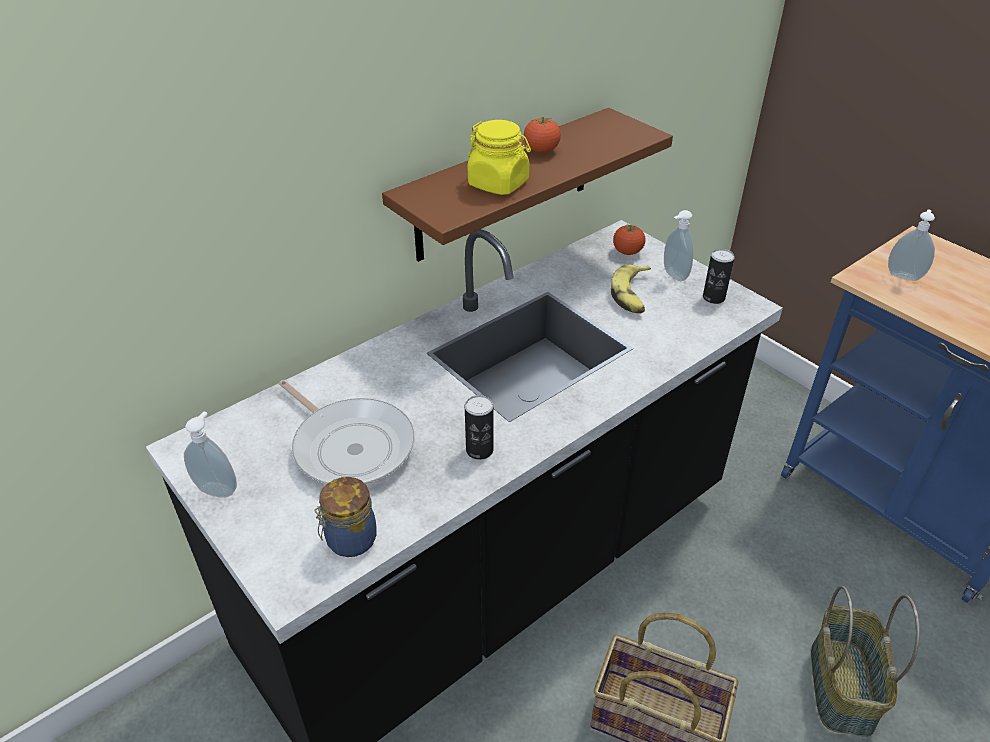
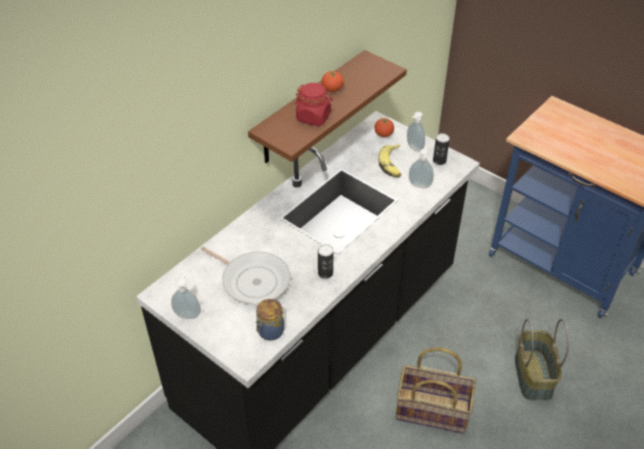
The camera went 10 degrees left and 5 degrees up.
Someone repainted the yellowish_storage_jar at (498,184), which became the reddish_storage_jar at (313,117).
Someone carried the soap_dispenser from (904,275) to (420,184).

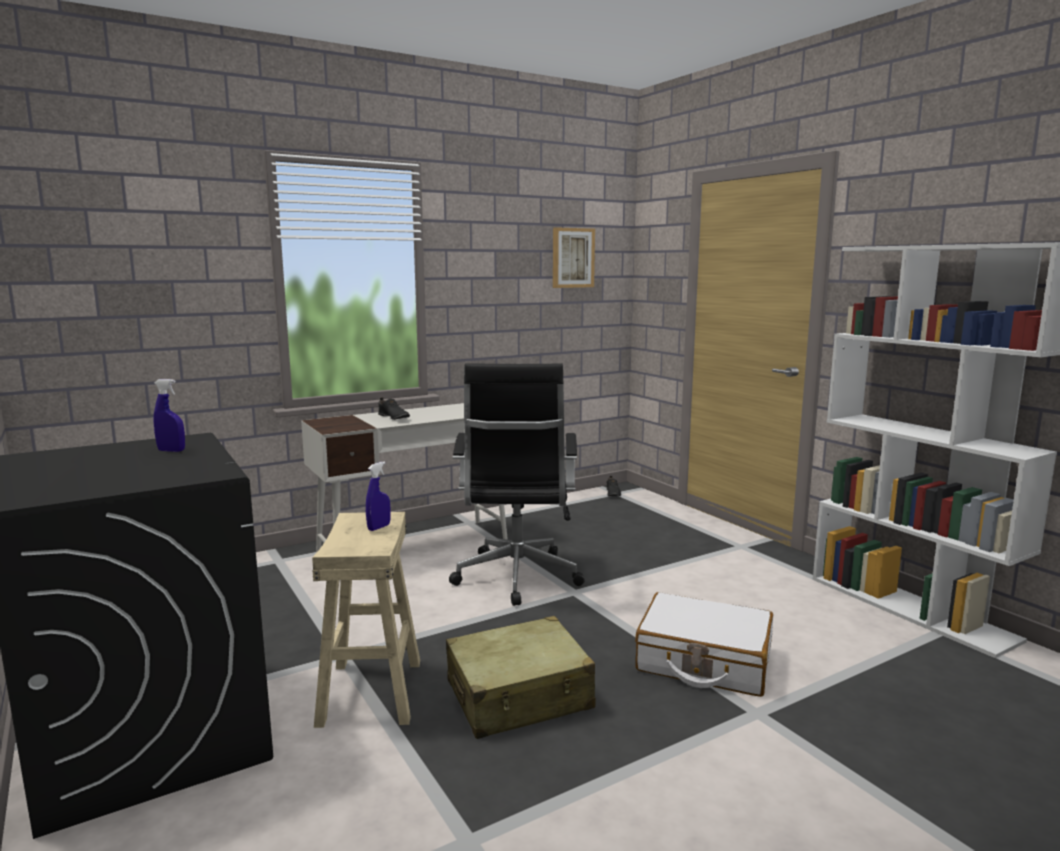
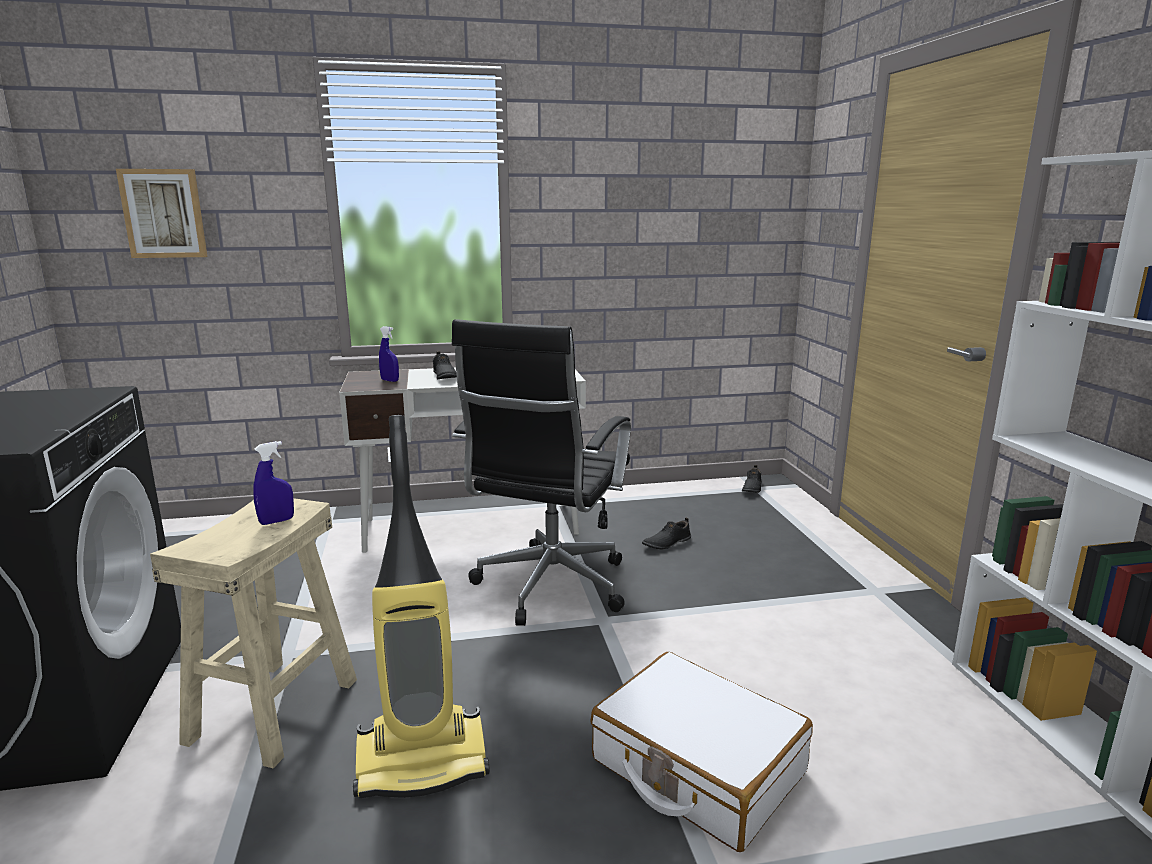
The camera went 20 degrees right and 5 degrees up.
Someone carried the wall_picture from (572,258) to (164,213).
Someone carried the blue-coloured_hand_sprayer from (171,451) to (390,380).
Someone swapped the beige-coloured_piece_of_luggage at (519,696) for the hoover at (423,760).
Someone put down the black_item_of_footwear at (666,543).

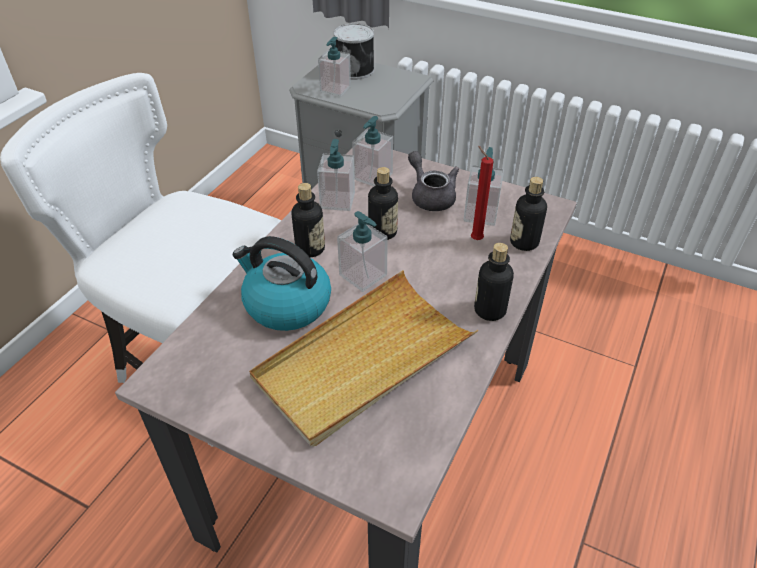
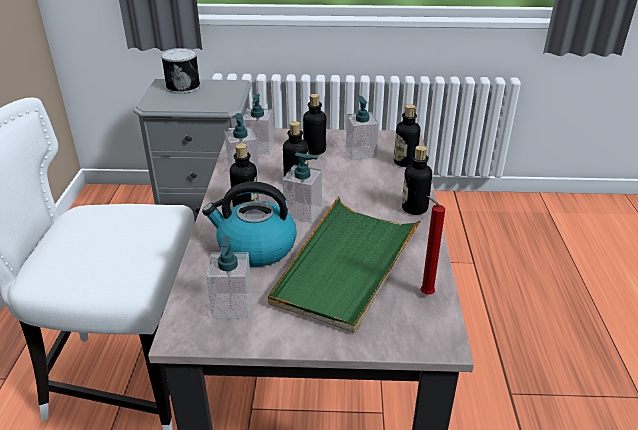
The camera went 25 degrees left and 10 degrees down.
Someone carried the soap_dispenser from (335,89) to (232,306).
Someone carried the reddish_wax_candle from (474,239) to (424,293).
Someone swapped the grey_teapot at (430,196) for the drink_bottle at (314,150).
Someone repainted the beige-coloured_tray at (363,360), which became the green_tray at (347,265).

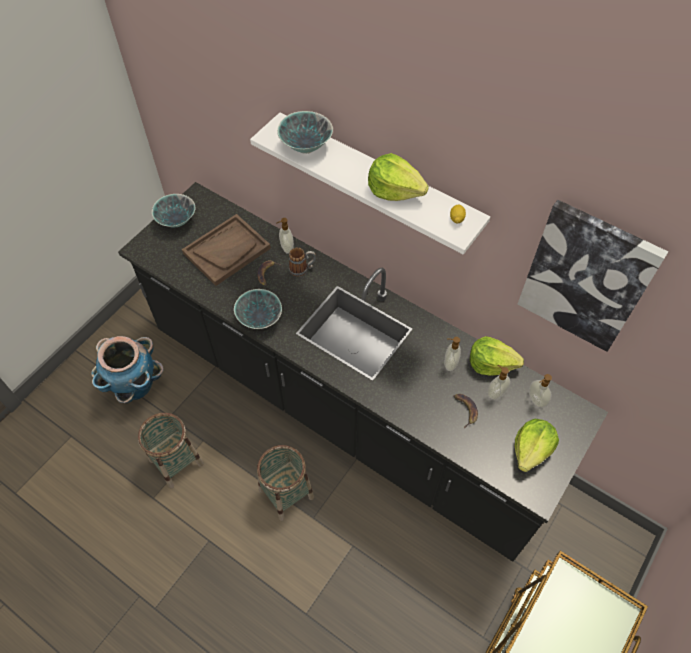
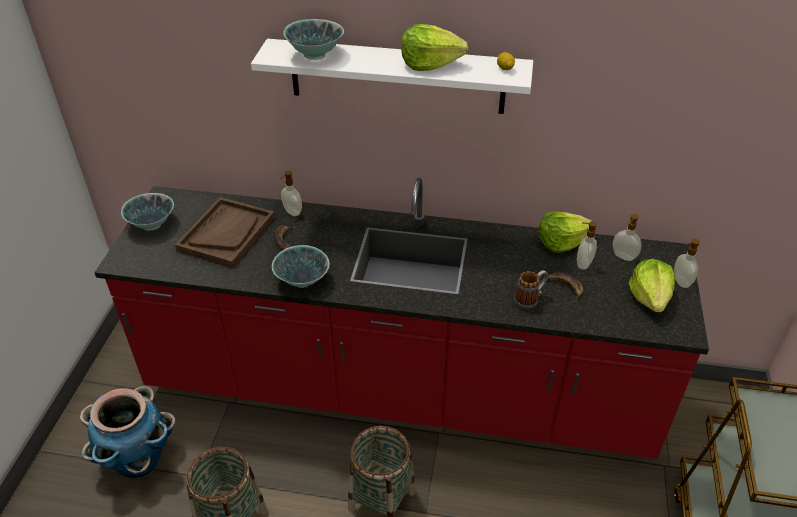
The camera went 25 degrees left and 15 degrees down.
Someone repainted the black_counter at (345,408), which became the reddish_counter at (398,390).
Someone took away the wall_picture at (586,277).
Someone carried the mug from (302,269) to (530,299).
Someone carried the soap_dispenser from (449,364) to (680,282).

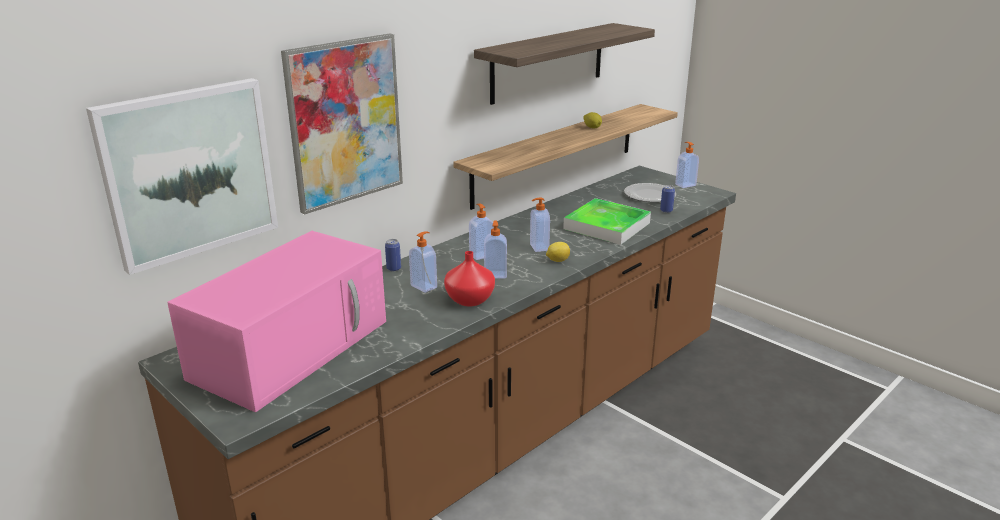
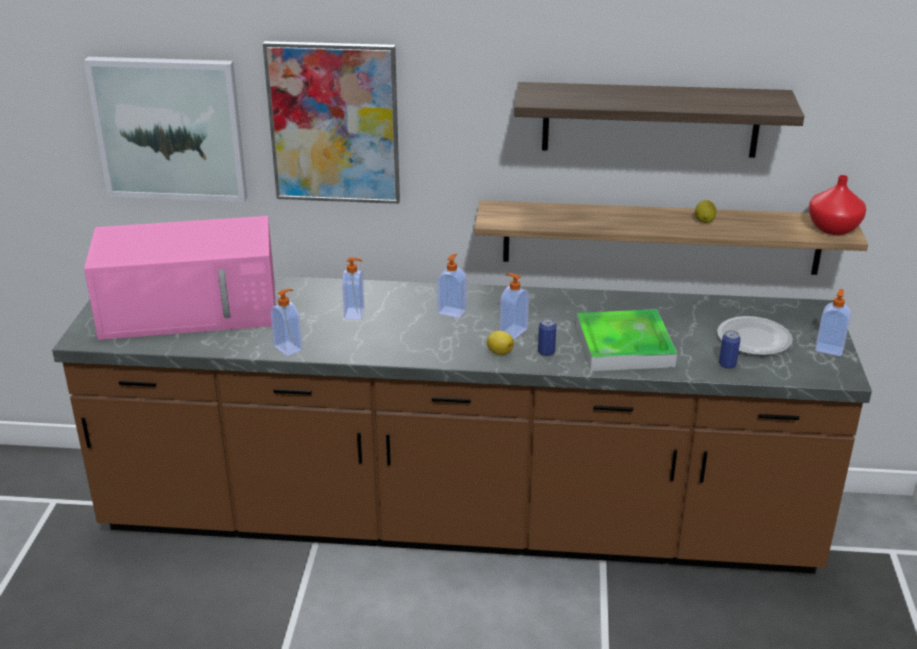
The camera went 50 degrees right and 5 degrees up.
Someone carried the soap_dispenser from (495,274) to (289,348).
Someone carried the metal_can from (393,268) to (546,352).
Someone carried the reddish_vase from (470,299) to (834,228).

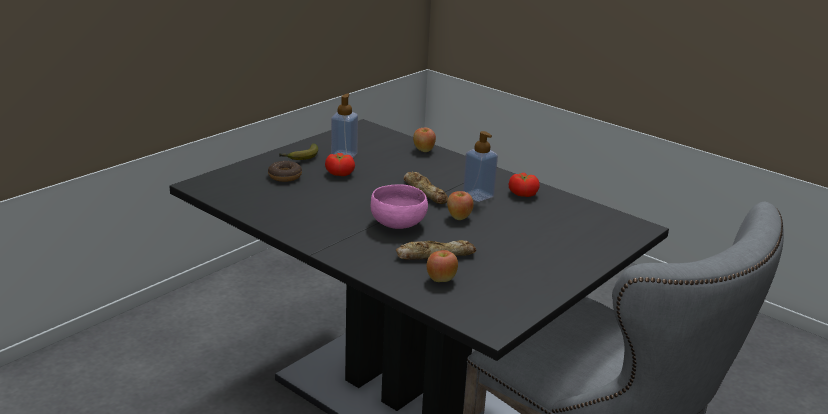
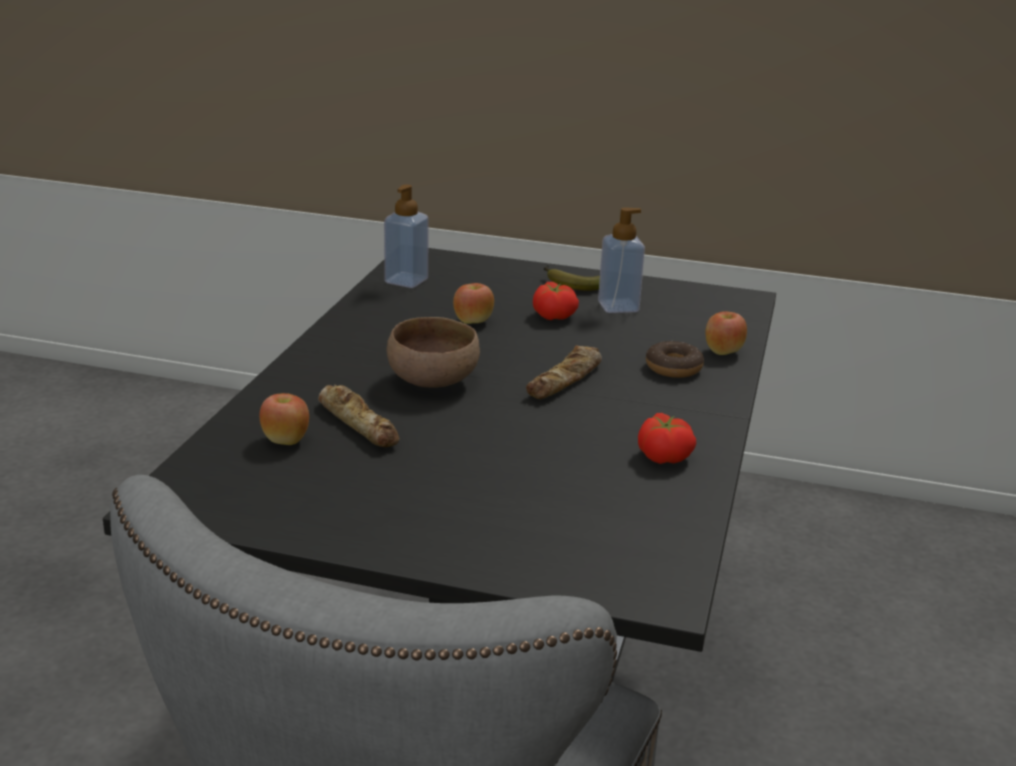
The camera went 65 degrees right and 0 degrees up.
Someone carried the soap_dispenser from (478,196) to (406,281).
Someone carried the ring_doughnut from (285,176) to (673,368).
Someone repainted the pink-coloured_deep_dish at (399,224), which became the brownish_deep_dish at (435,382).
Someone carried the whole_apple from (458,217) to (473,322).

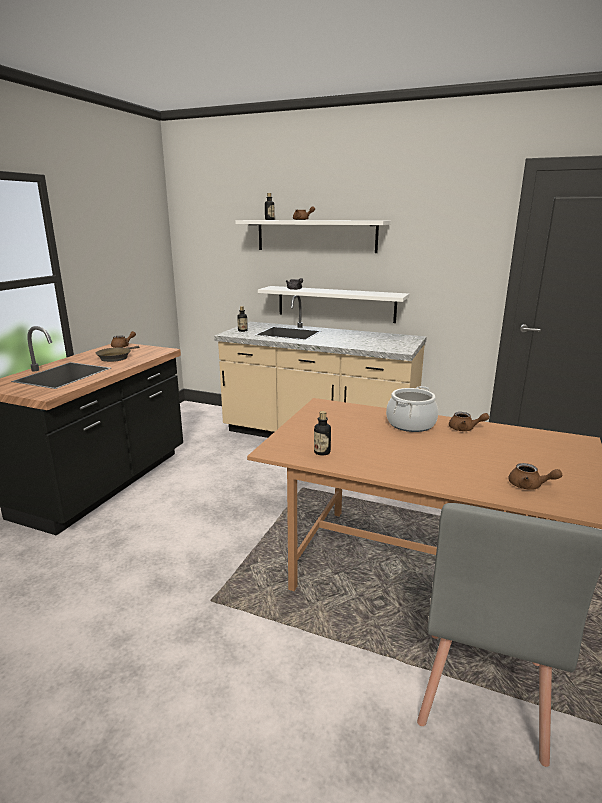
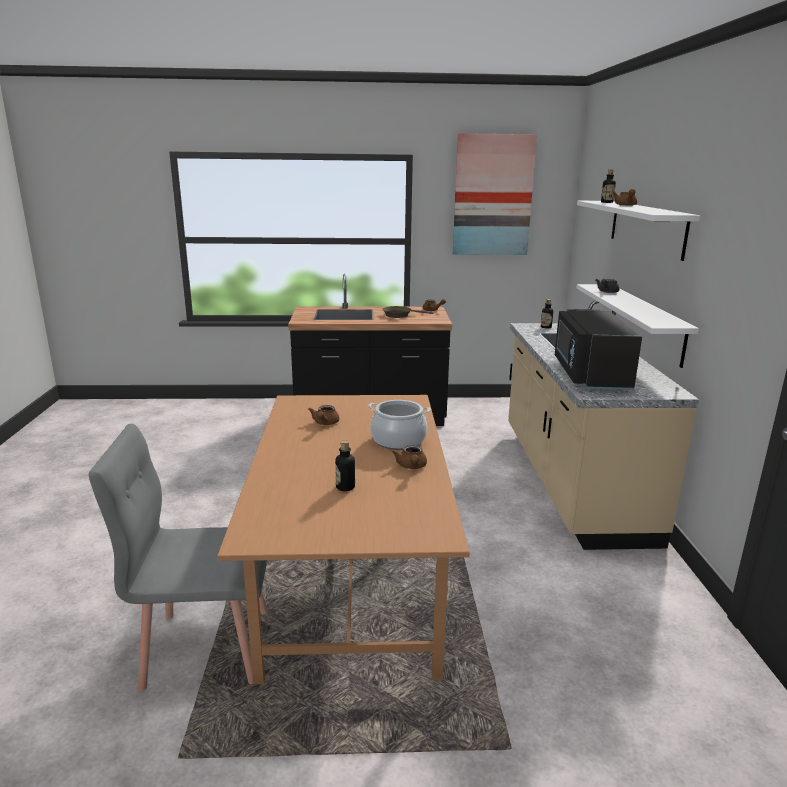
The camera went 65 degrees right and 0 degrees up.
Someone carried the drink_bottle from (322,452) to (345,487).
Someone carried the brownish_teapot from (529,486) to (324,423).
Someone put up the wall_picture at (492,195).
Someone put down the black_kitchen_microwave at (589,374).

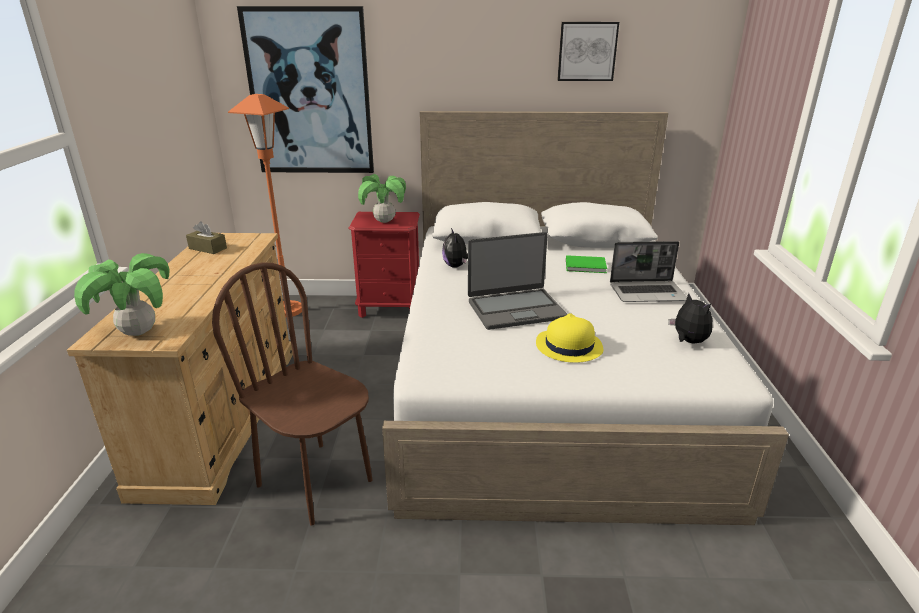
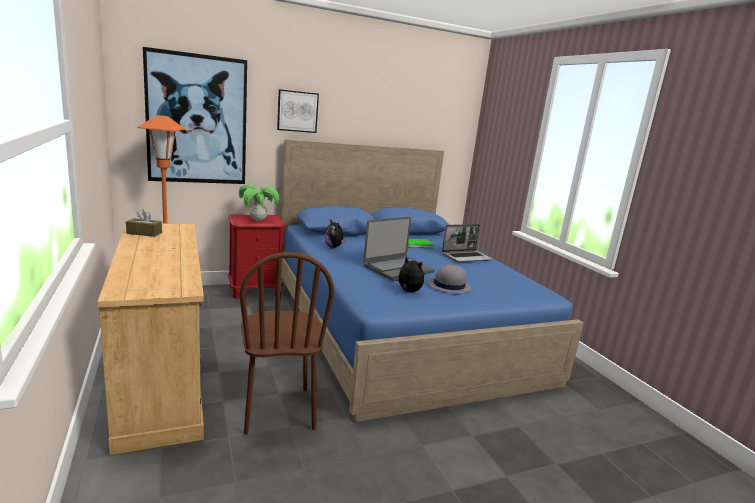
The camera went 25 degrees left and 10 degrees down.
Someone carried the wall_picture from (587,51) to (297,111).
Someone repainted the white-coloured_bed at (547,380), which became the blue-coloured_bed at (400,326).
Someone took away the houseplant at (138,332).
Someone rotated the brownish_upright_chair at (316,482) by 120 degrees counterclockwise.
Someone carried the plush_toy from (688,341) to (408,291).
Someone repainted the yellowish_hat at (568,346), which became the grey_hat at (448,286).

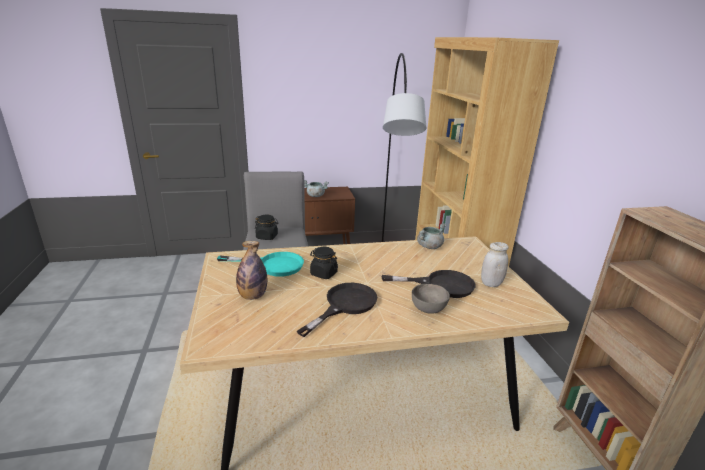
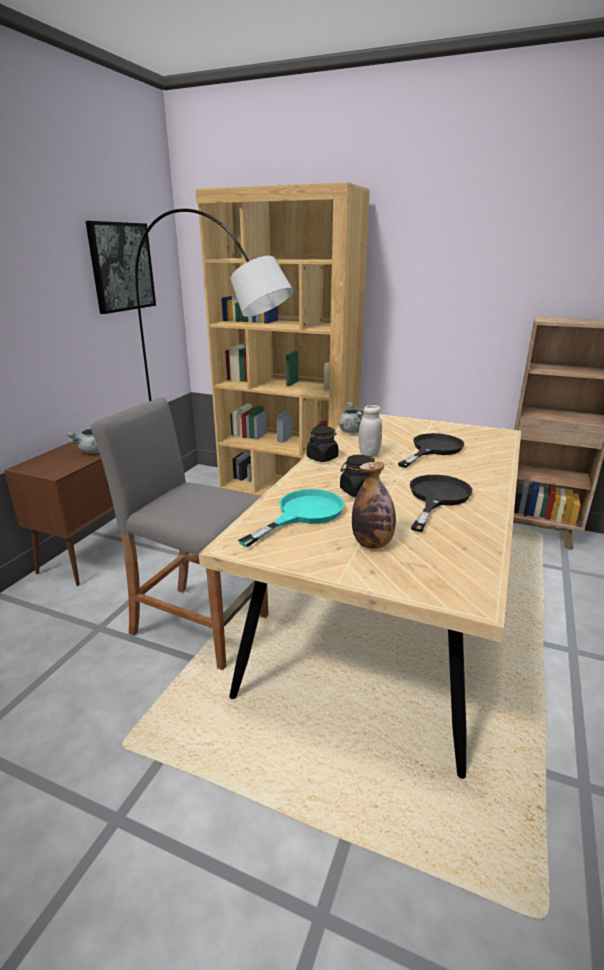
The camera went 55 degrees left and 0 degrees up.
Someone carried the black_storage_jar from (267,237) to (322,457).
Someone carried the white-coloured_storage_jar from (491,283) to (369,454).
Someone rotated the black_pan at (345,305) by 45 degrees clockwise.
Someone took away the grey_deep_dish at (429,309).
Someone put up the wall_picture at (121,267).

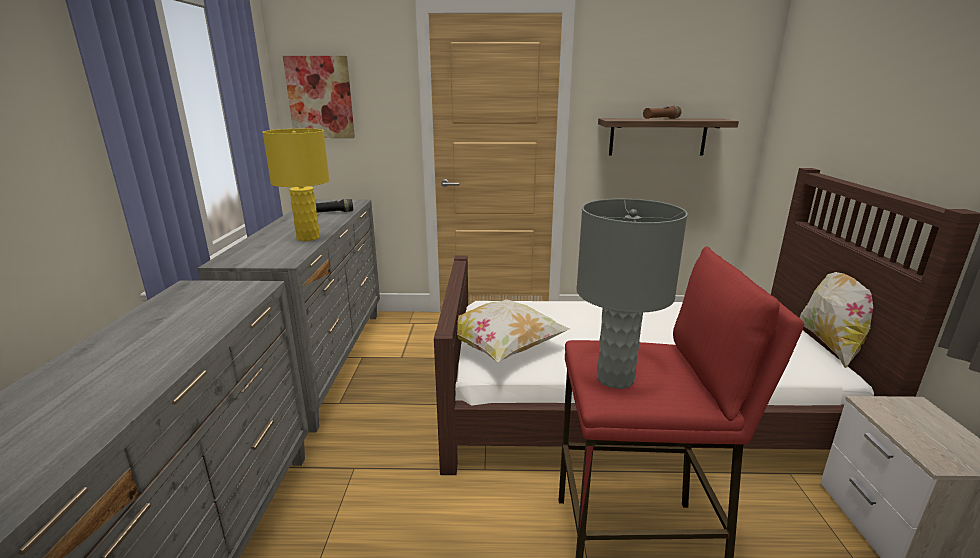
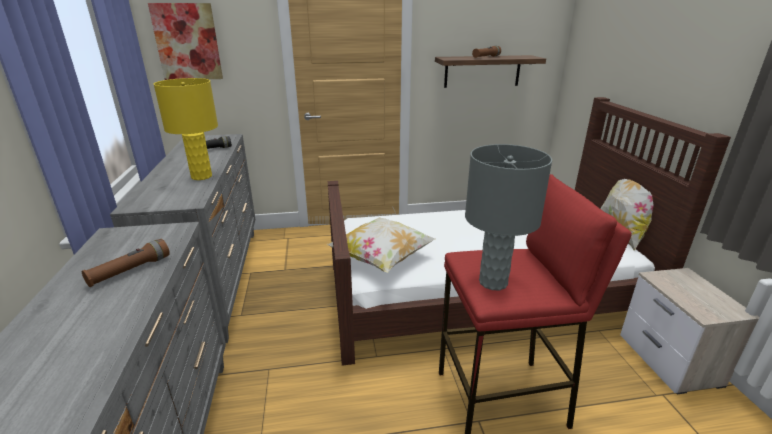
The camera went 10 degrees left and 5 degrees up.
Someone put down the brownish_torch at (130,271).

